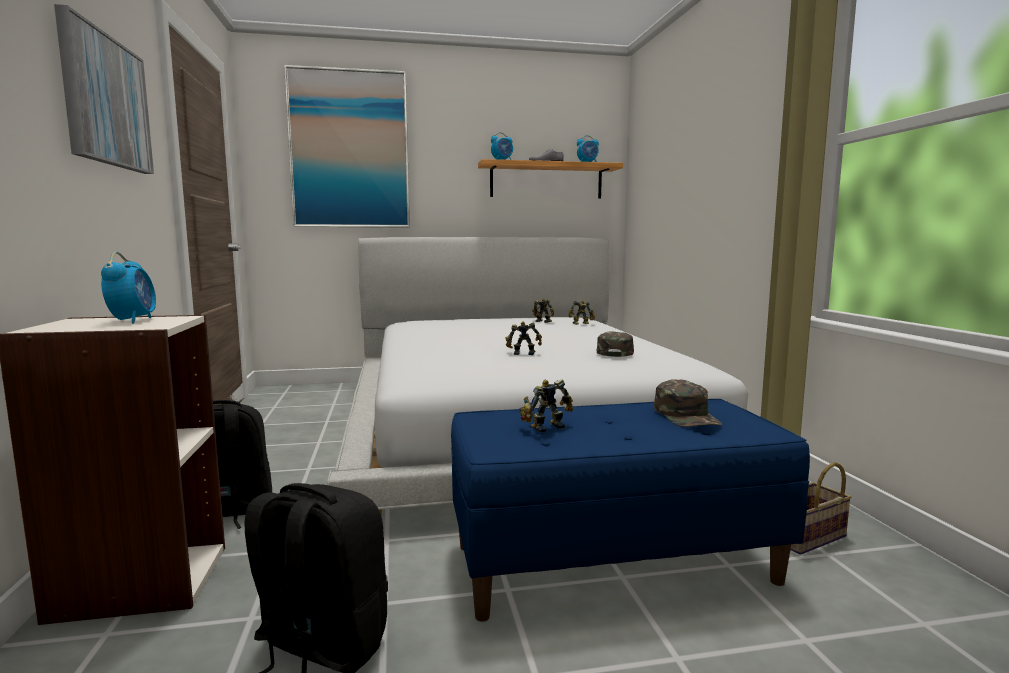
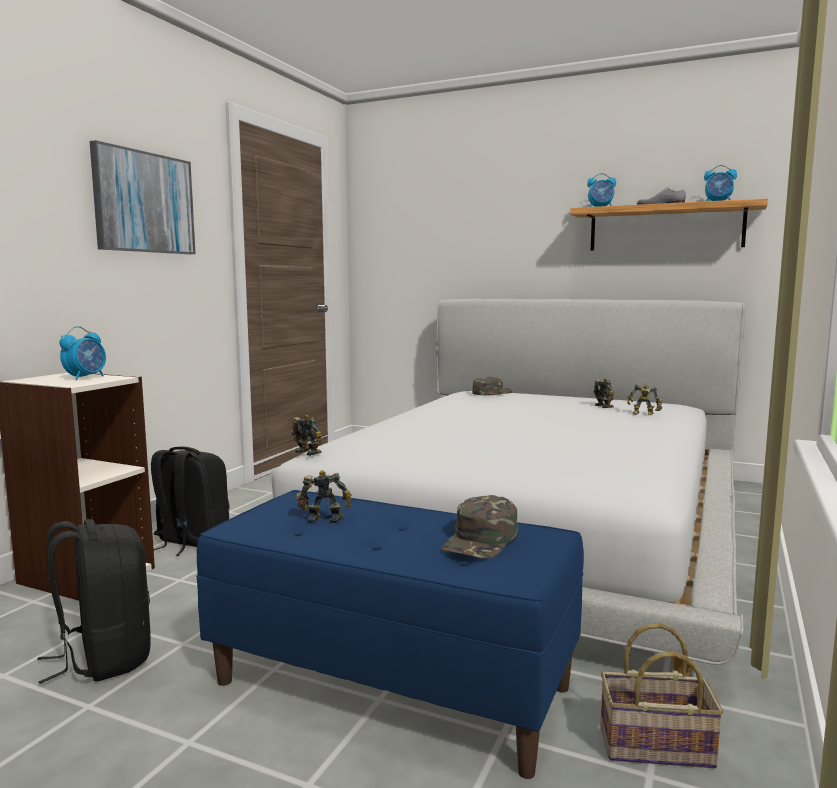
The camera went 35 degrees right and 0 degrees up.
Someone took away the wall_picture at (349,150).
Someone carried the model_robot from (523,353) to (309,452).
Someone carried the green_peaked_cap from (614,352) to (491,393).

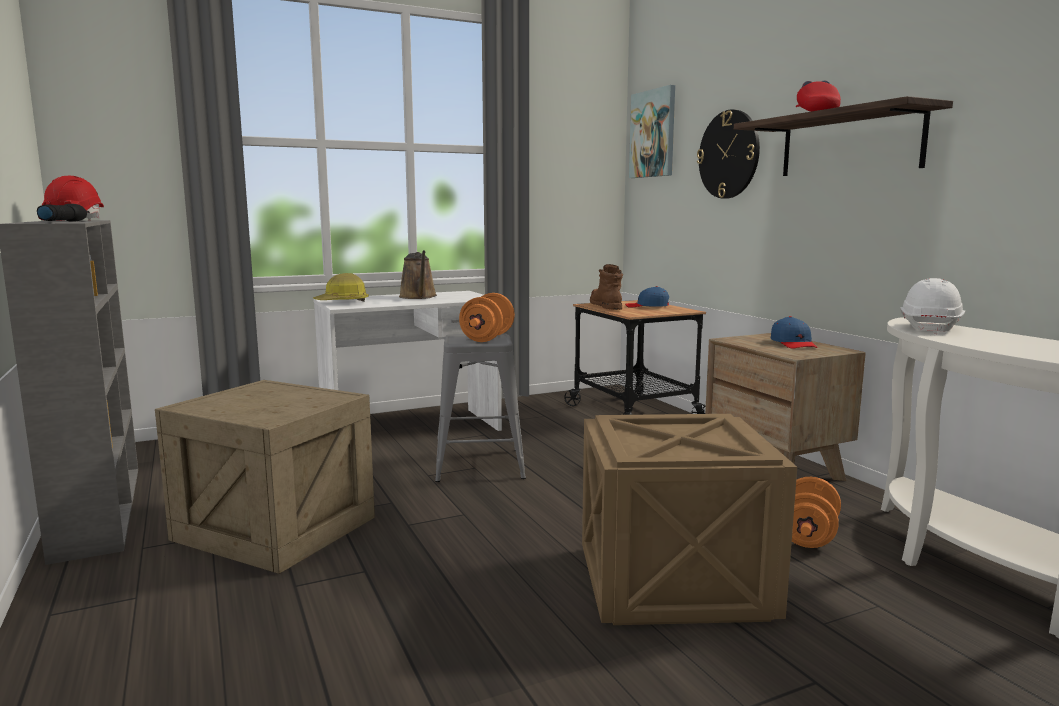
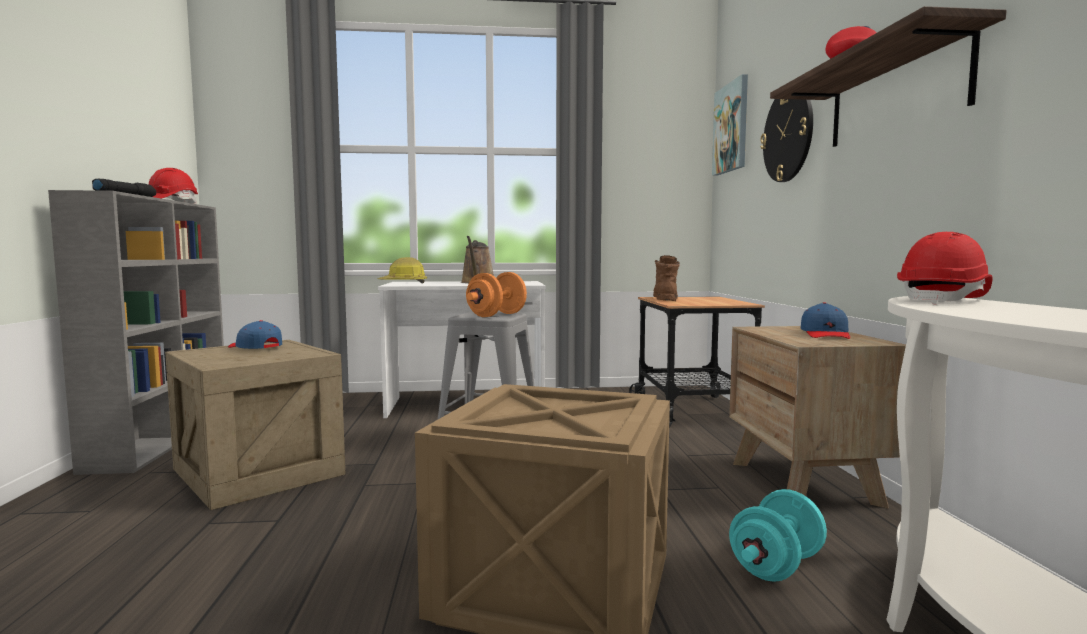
The camera went 20 degrees right and 5 degrees down.
Someone repainted the white-coloured_safety_helmet at (930,328), which became the reddish_safety_helmet at (943,301).
Someone carried the blue-coloured_peaked_cap from (647,306) to (255,347).
Someone repainted the orangey_dumbbell at (808,536), which became the turquoise_dumbbell at (776,566).

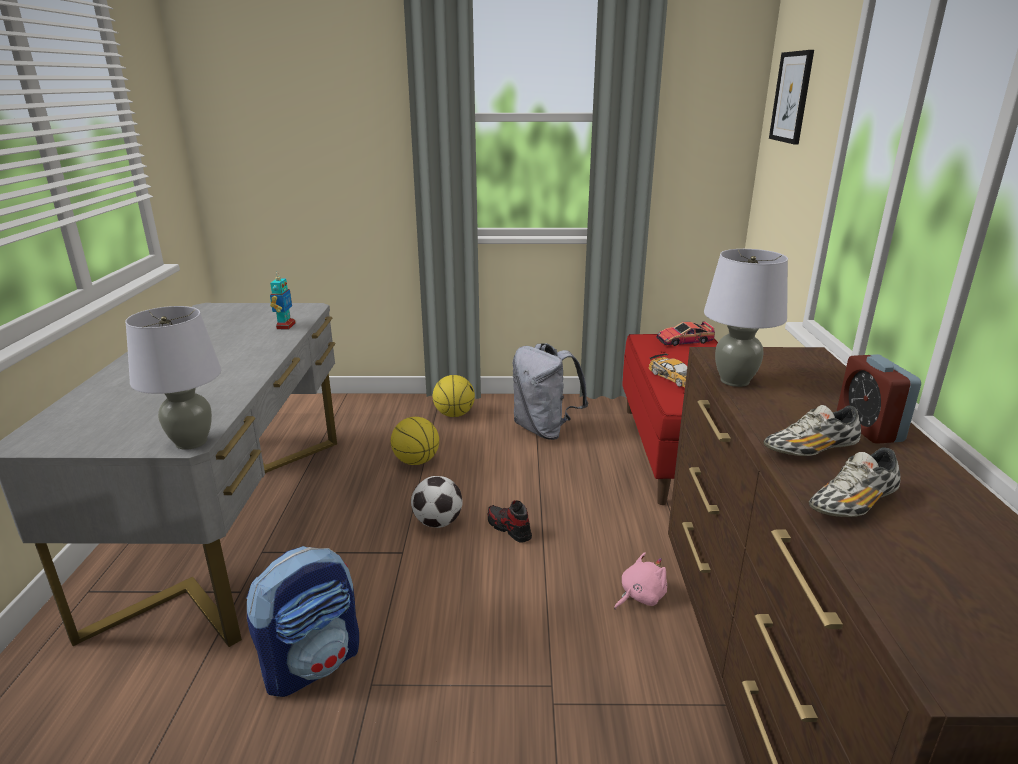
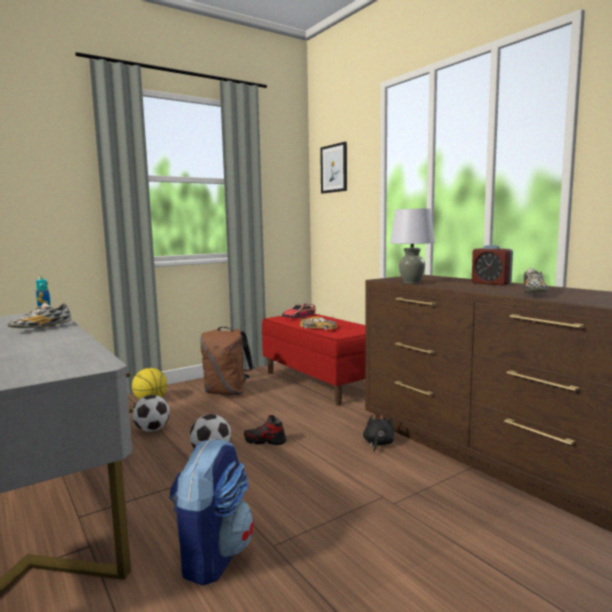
The camera went 35 degrees left and 15 degrees down.
Someone took away the grey_table_lamp at (192,442).
Someone repainted the grey_backpack at (544,430), which became the brownish_backpack at (227,392).
Someone carried the item_of_footwear from (810,450) to (42,328).
Someone swapped the basketball at (416,461) for the football_ball at (152,430).
Someone repainted the pink-coloured_plush_toy at (640,596), which became the black_plush_toy at (378,444).

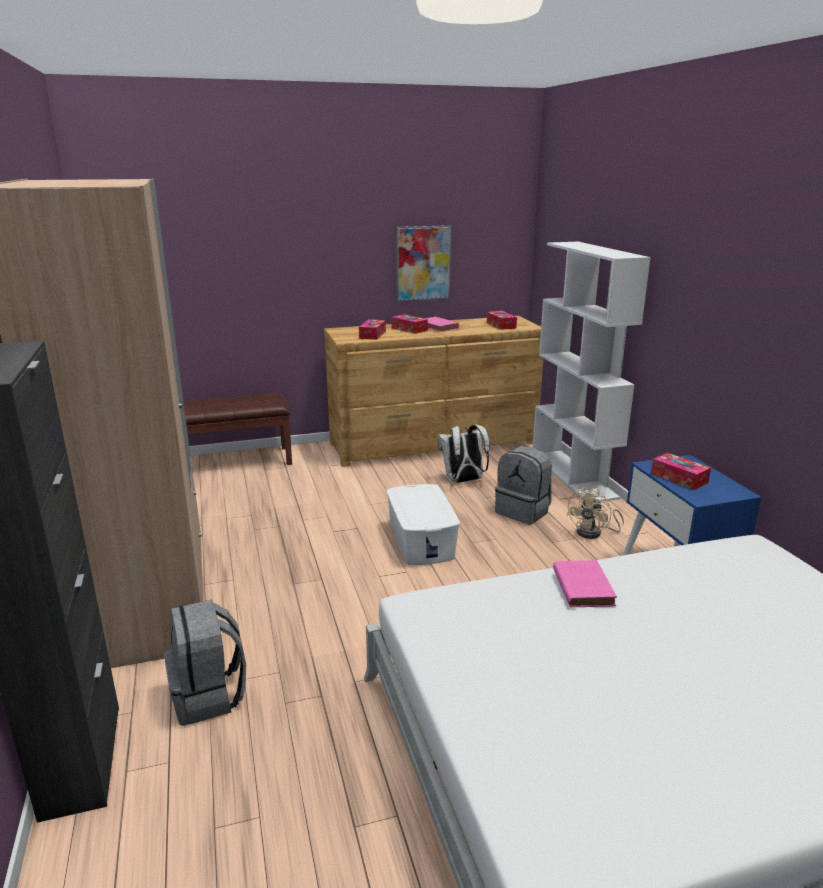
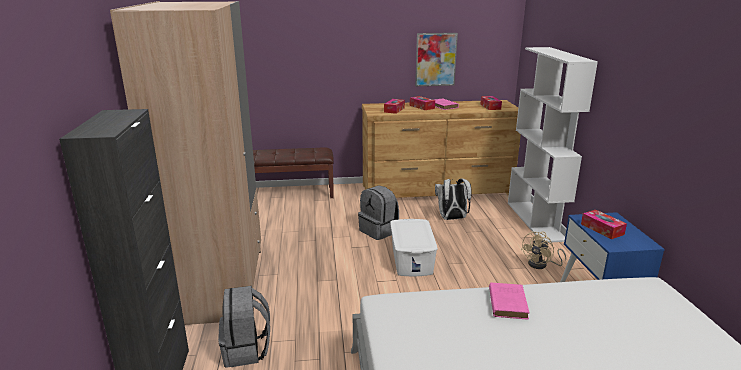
The camera went 10 degrees right and 0 degrees up.
Someone carried the grey_backpack from (523,511) to (379,231).

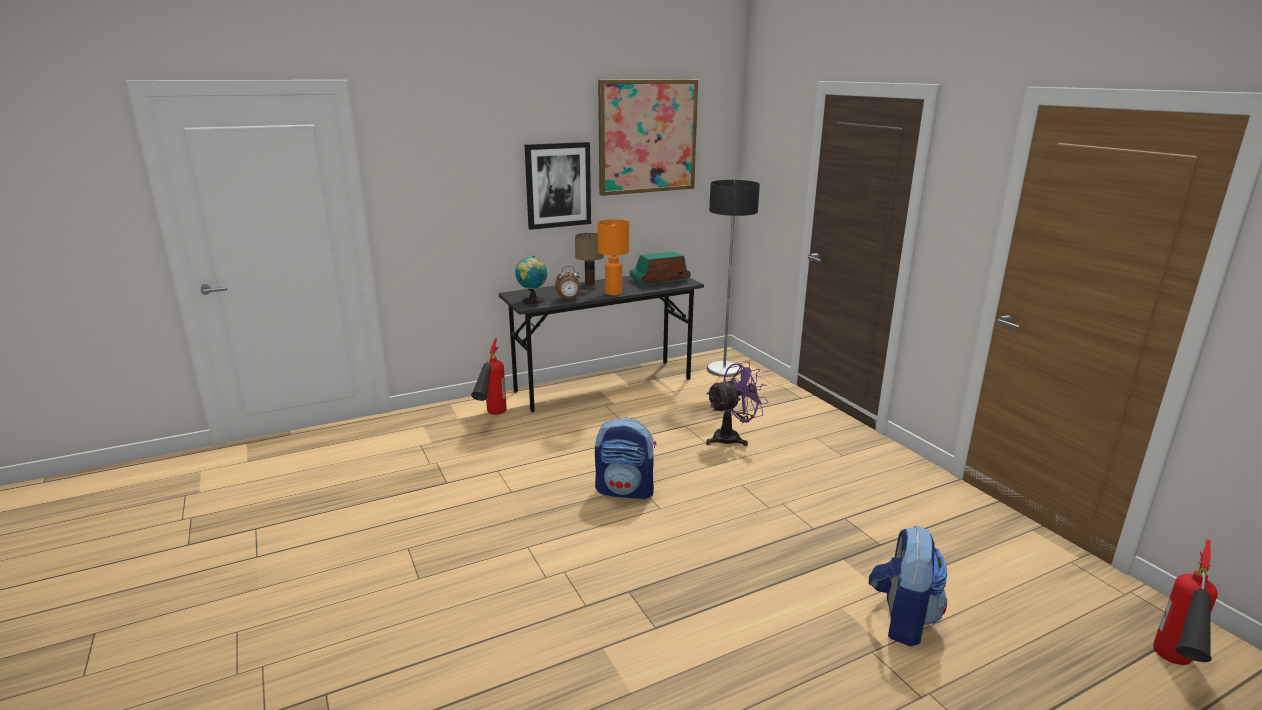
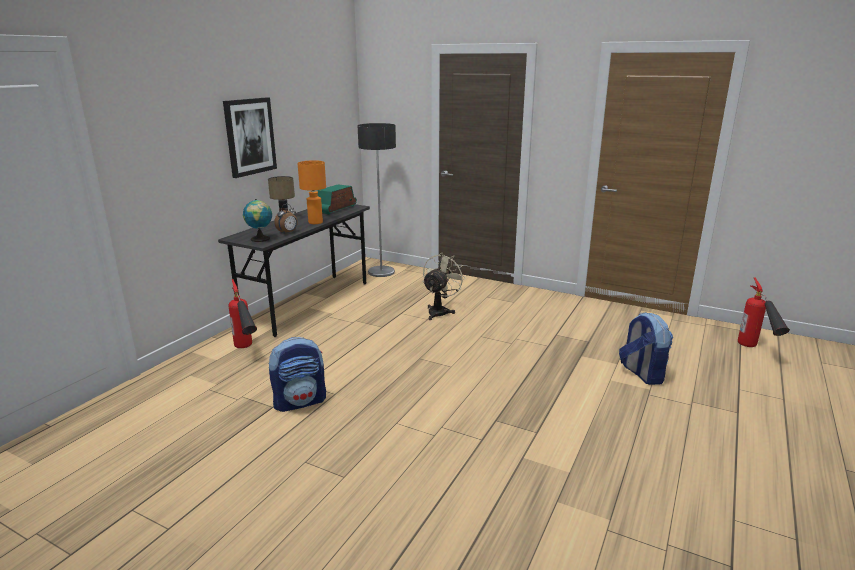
The camera went 35 degrees left and 0 degrees up.
Someone took away the wall_picture at (647,137).
Someone repainted the purple-coloured_electric_fan at (732,437), which became the beige-coloured_electric_fan at (440,311).
Someone carried the backpack from (625,490) to (300,401).

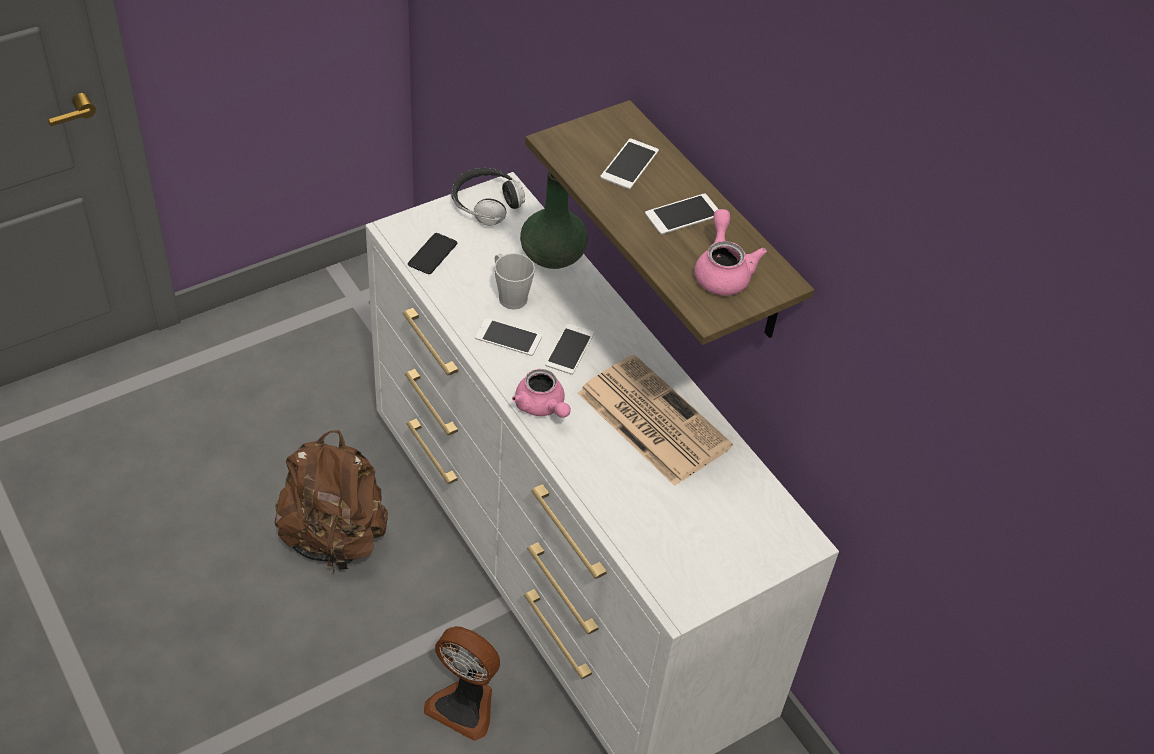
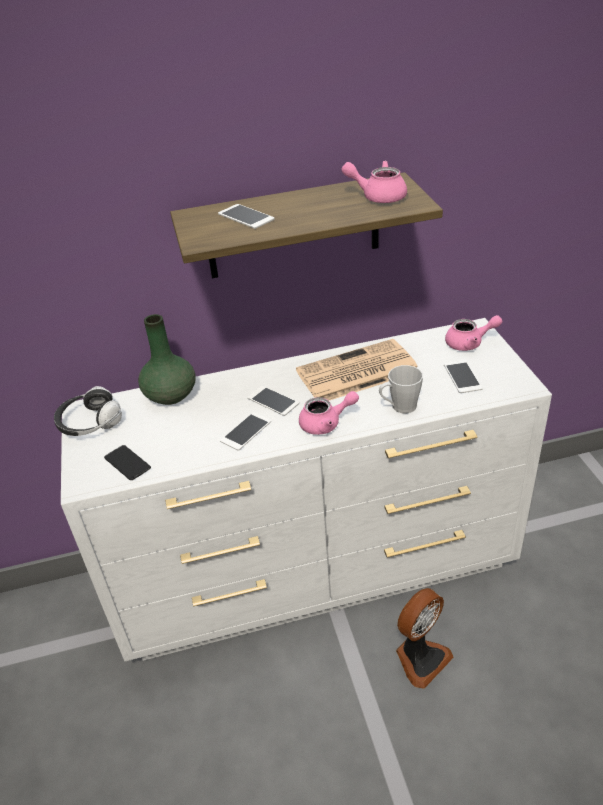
The camera went 65 degrees left and 10 degrees down.
Someone carried the handset from (683,214) to (462,377).
Someone carried the grey_mug from (509,295) to (399,407).
Someone took away the brownish_backpack at (335,537).
Someone put down the pink-coloured_teapot at (469,343).

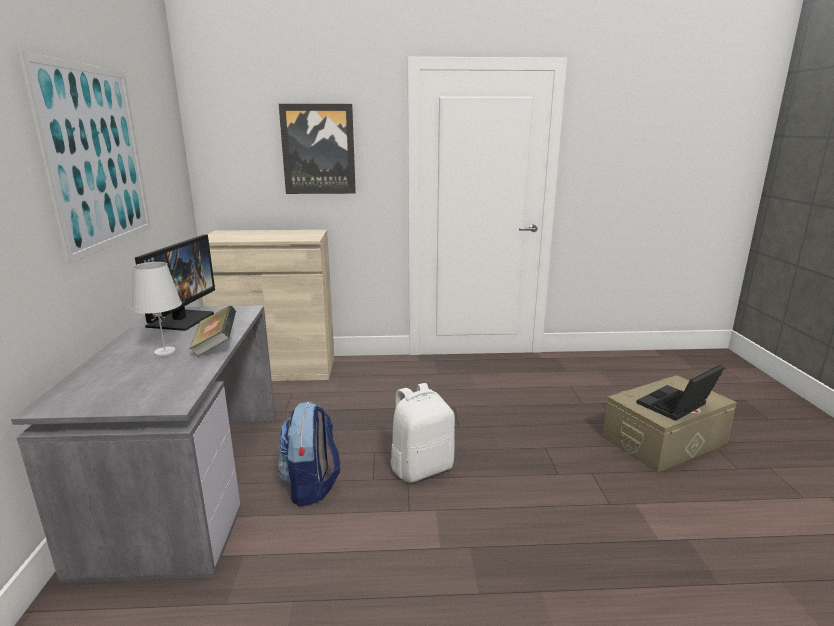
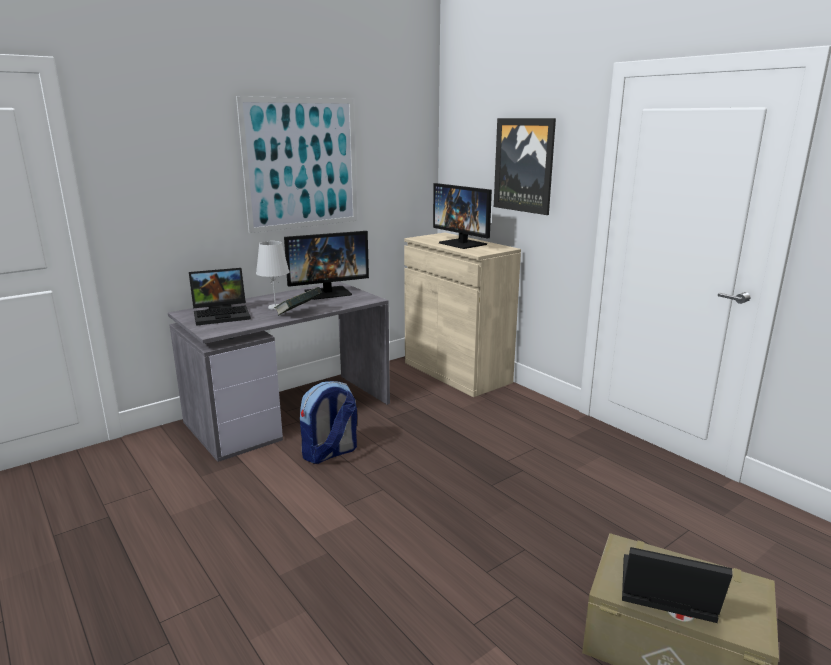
The camera went 55 degrees right and 0 degrees up.
Someone took away the white-coloured_backpack at (421,468).
Someone put down the computer_display at (463,244).
Someone put down the portable_computer at (223,314).

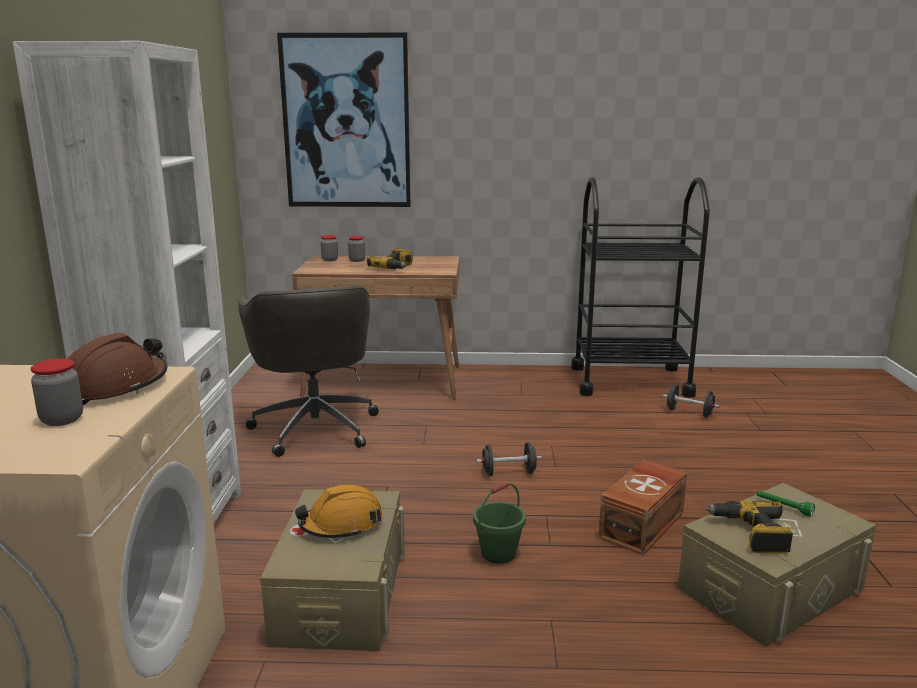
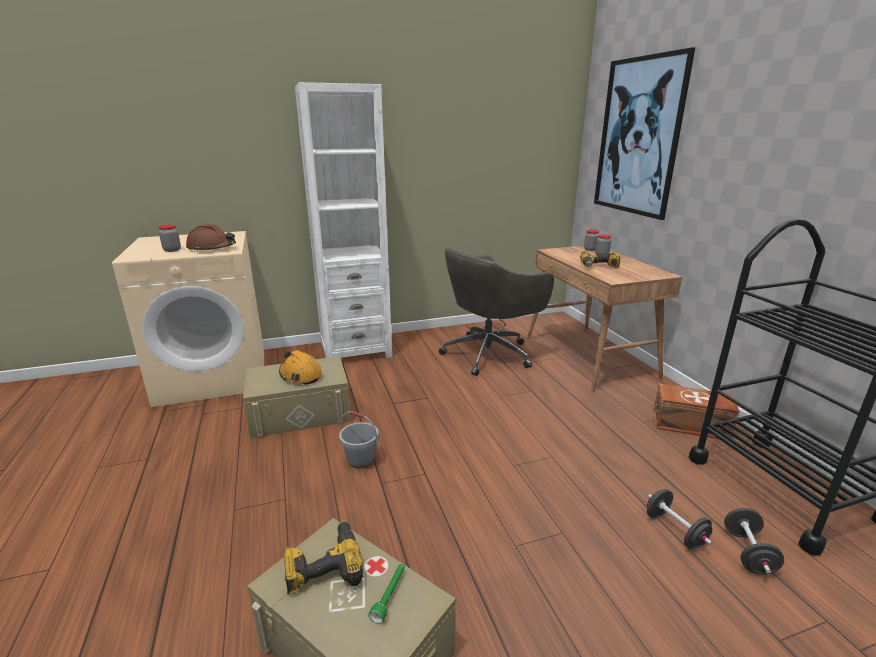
The camera went 70 degrees right and 5 degrees up.
Someone carried the black_dumbbell from (508,473) to (675,530).
Someone carried the brownish_storage_box from (643,525) to (691,426).
Someone repainted the green_bucket at (498,553), which became the grey_bucket at (361,460).

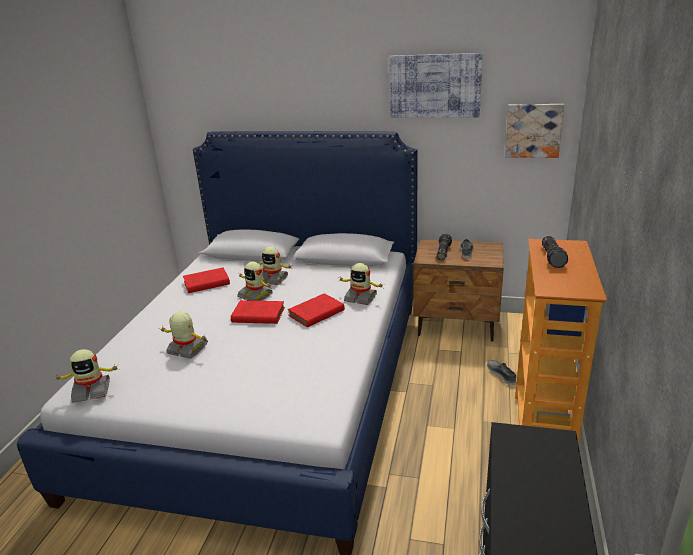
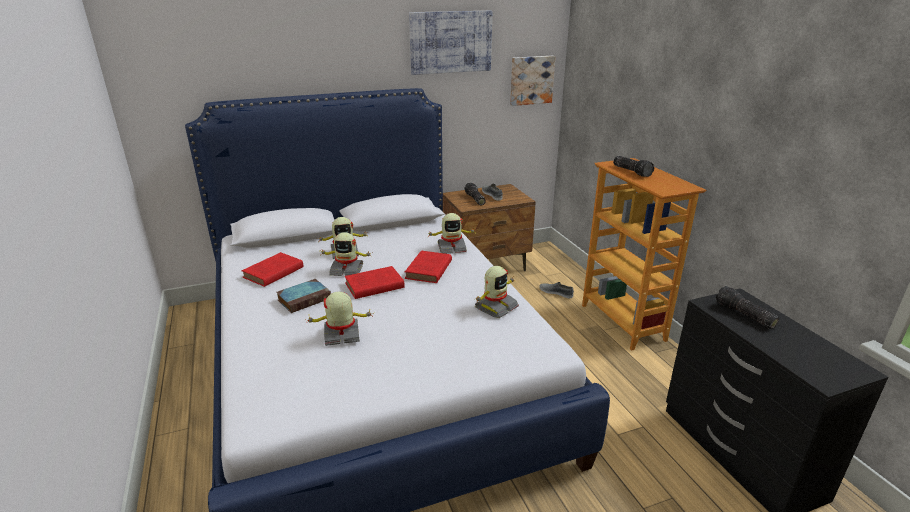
The camera went 35 degrees left and 0 degrees up.
Someone carried the model_robot from (92,390) to (495,307).
Someone put down the book at (305,298).
Someone put down the torch at (743,315).

